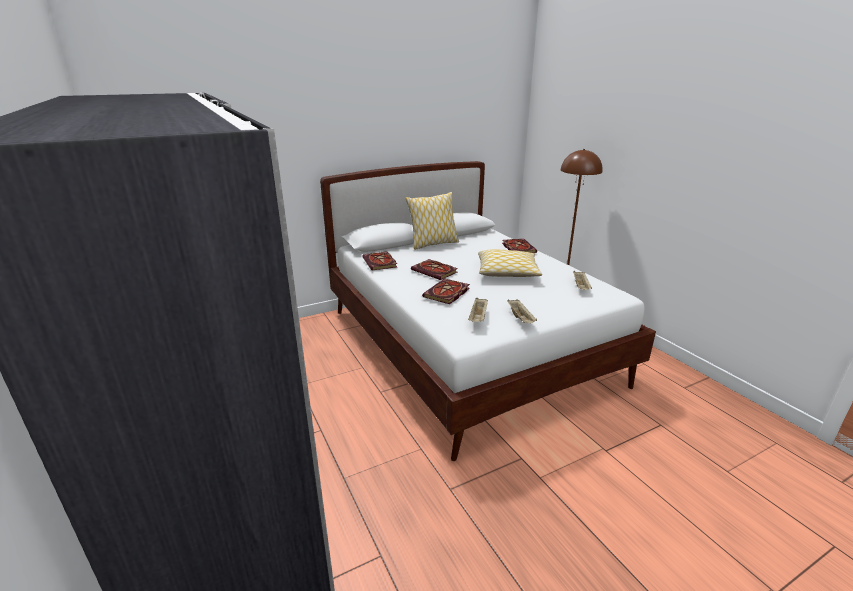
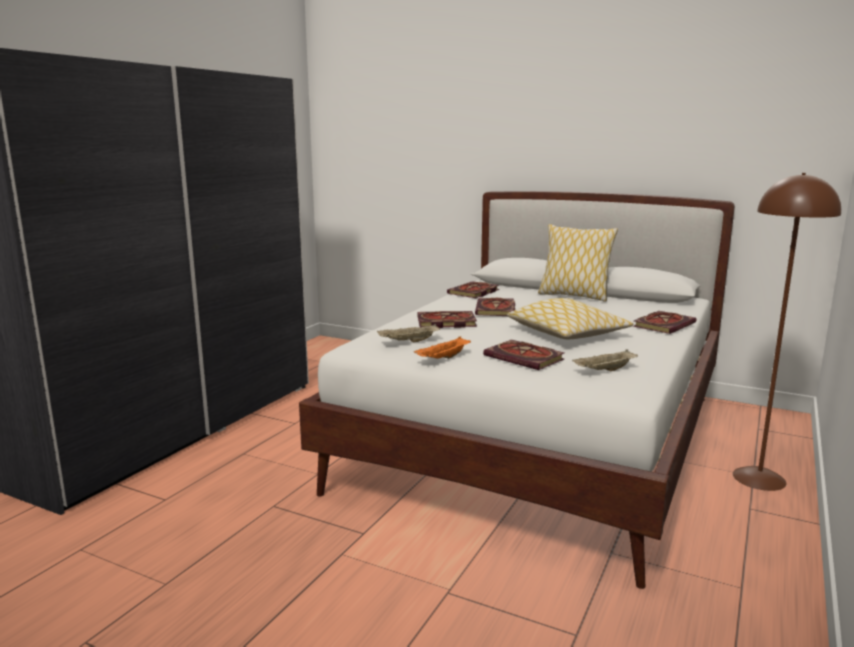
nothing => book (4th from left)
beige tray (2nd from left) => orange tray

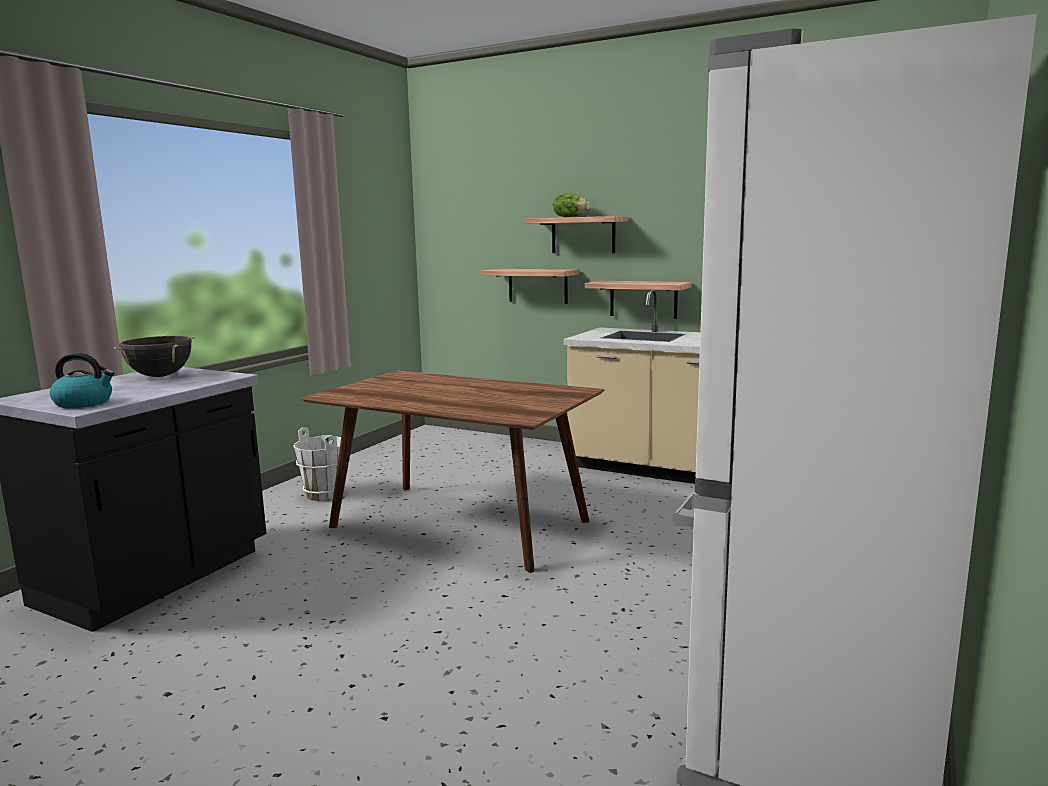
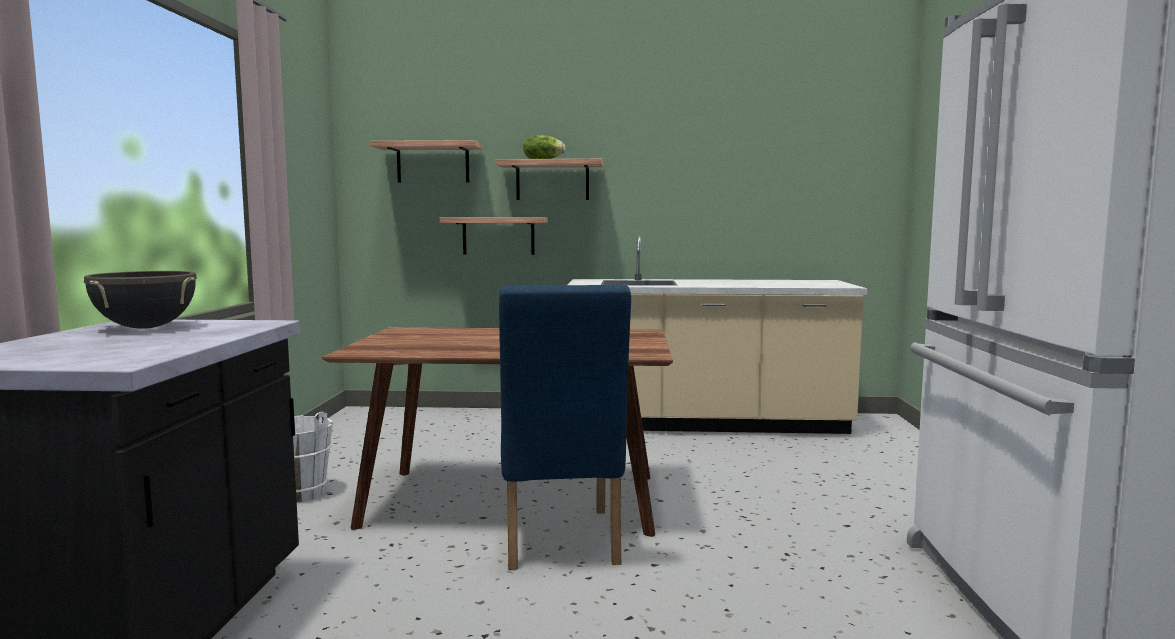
kettle => nothing
nothing => blue chair
shelf (3rd from left in the first image) => shelf (1st from left), moved

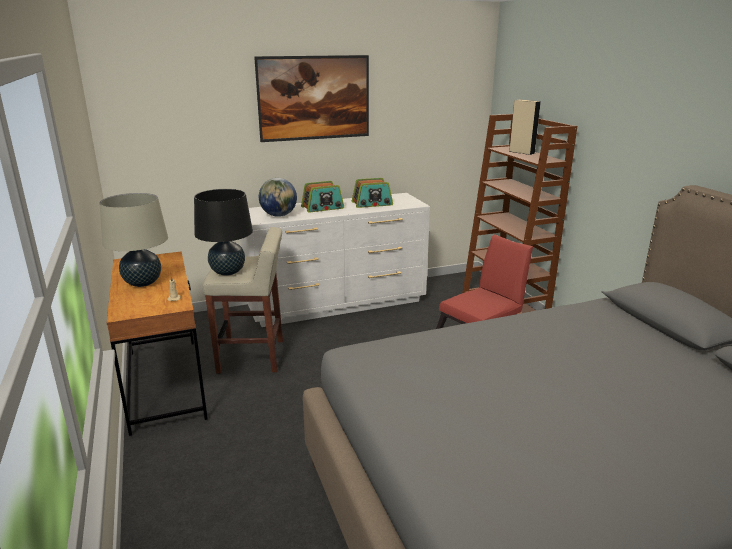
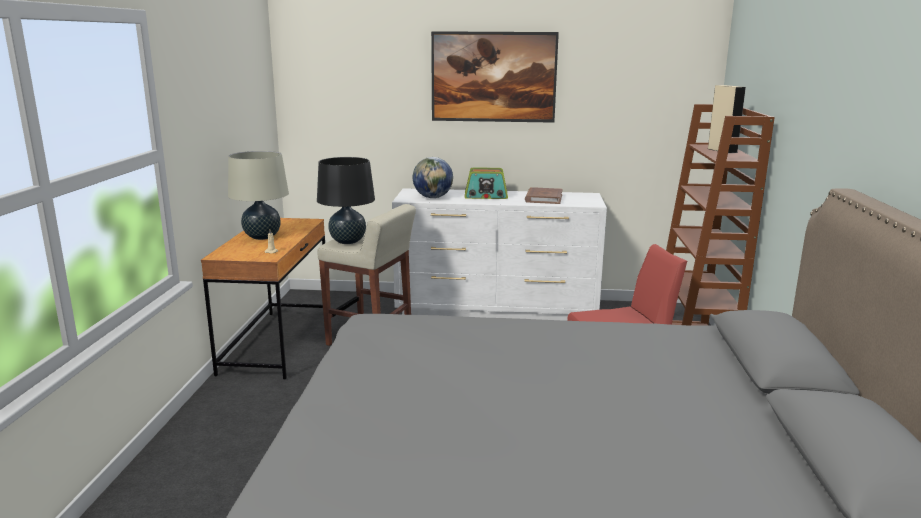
radio (2nd from left) => brown book

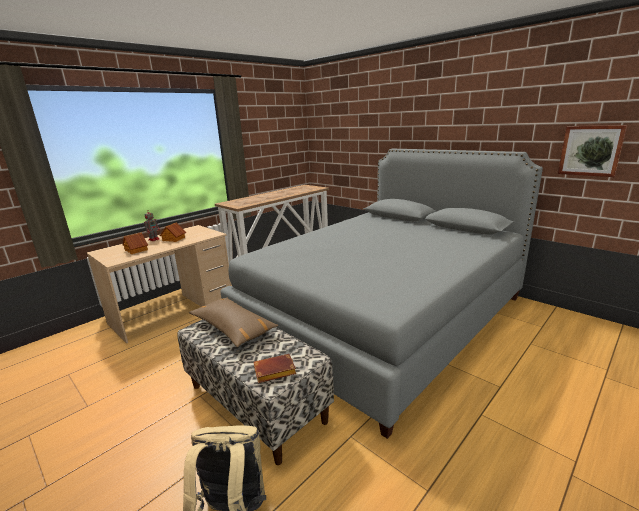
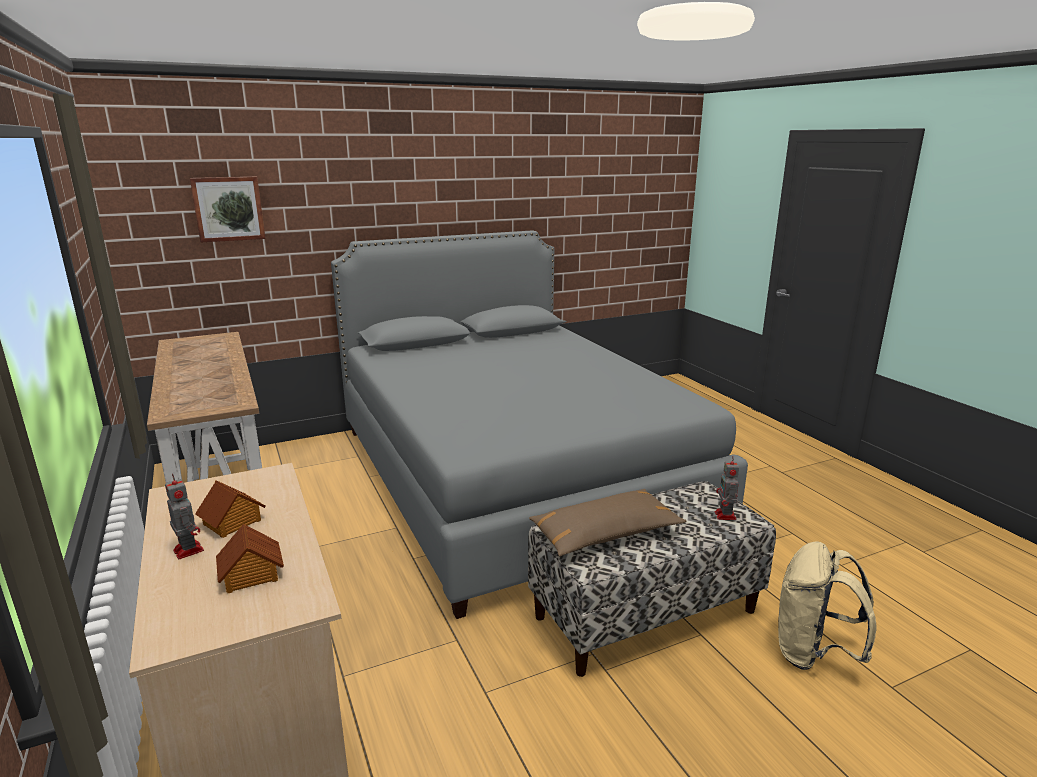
picture, moved
brown book => toy robot (2nd from left)

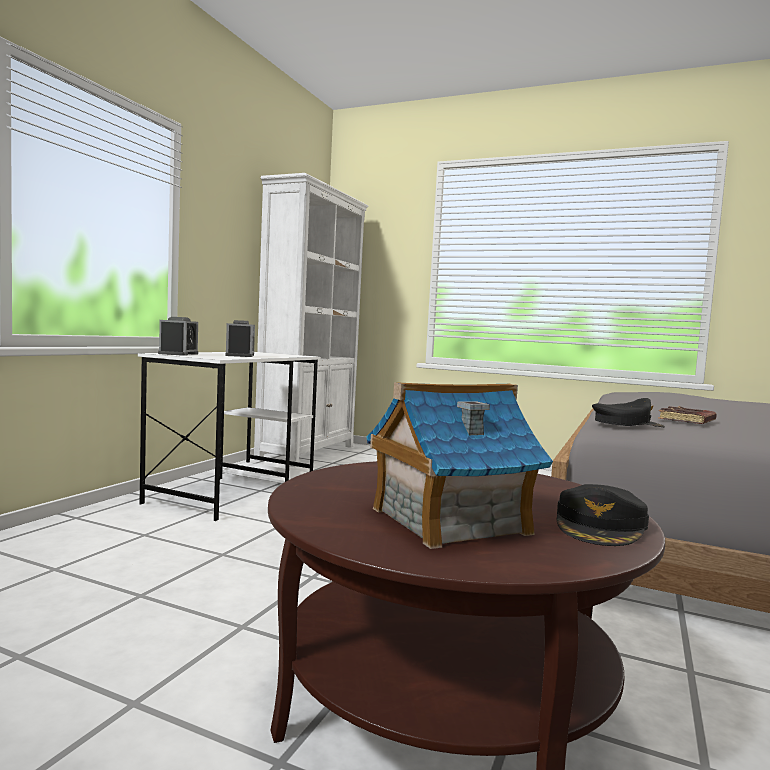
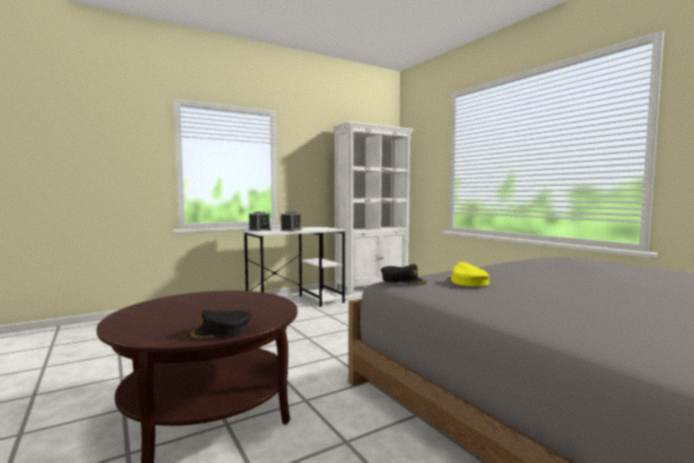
toy house => nothing
brown book => yellow cap

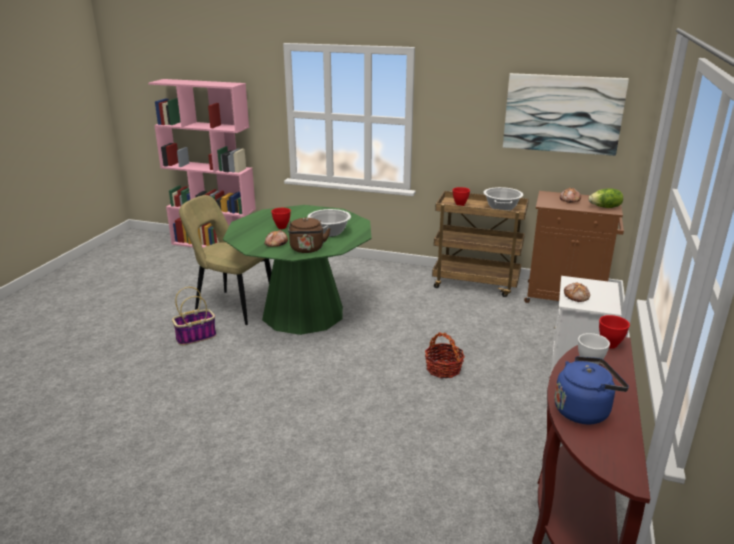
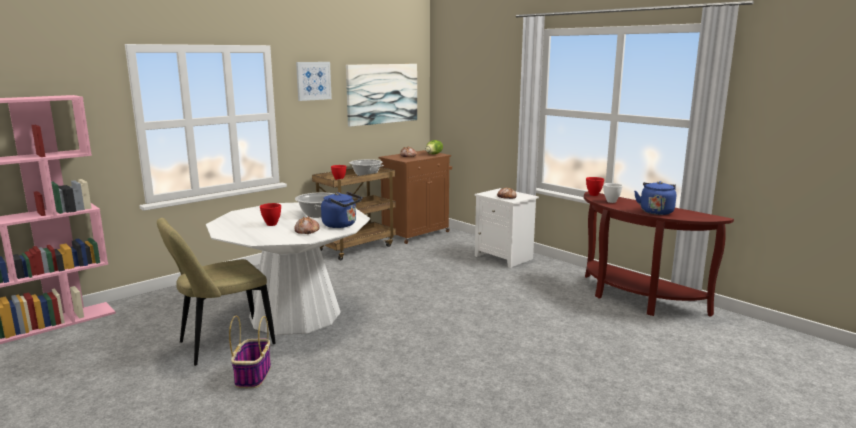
basket (2nd from left) => nothing
nothing => picture (1st from left)
green dining table => white dining table
brown kettle => blue kettle (1st from left)

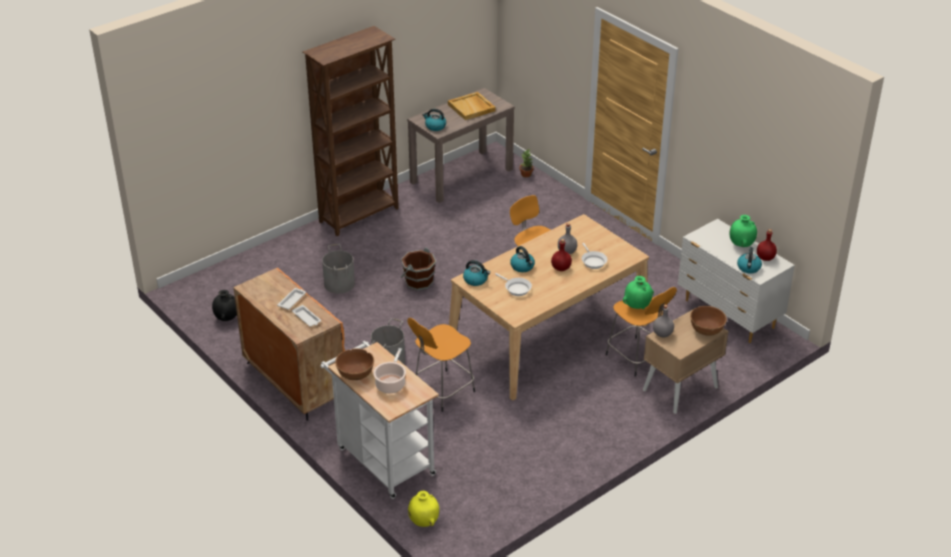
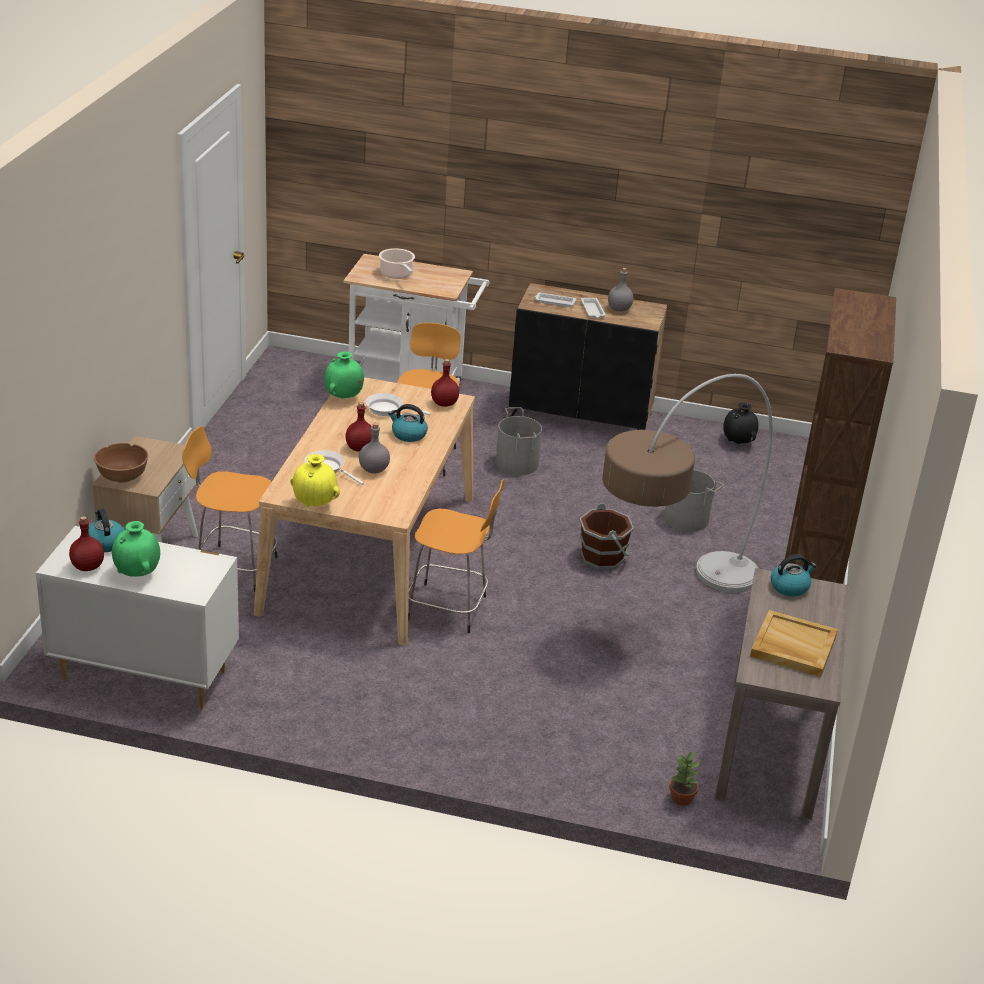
brown bowl (1st from left) => nothing
nothing => floor lamp
yellow vase, moved
green vase (1st from left in the first image) => green vase (2nd from left), moved
grey bottle (2nd from left), moved
kettle (2nd from left) => red bottle (3rd from left)
orange cabinet => black cabinet

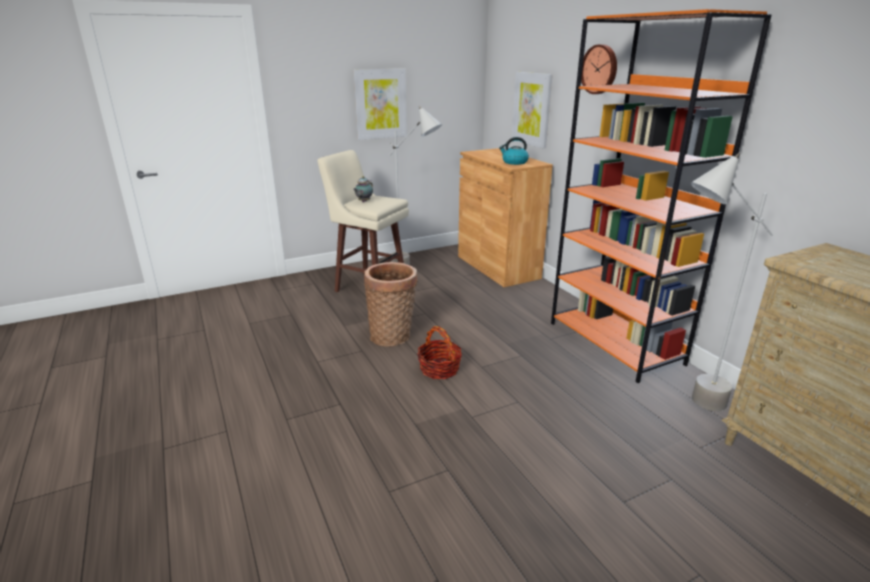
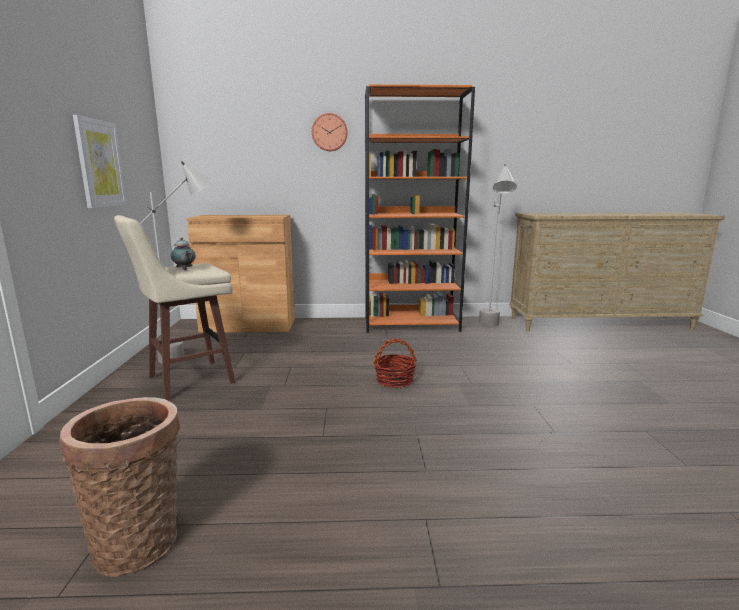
kettle => nothing
picture (2nd from left) => nothing
basket (1st from left), moved

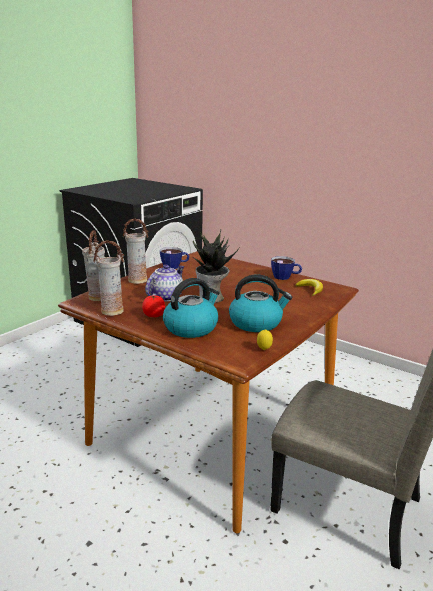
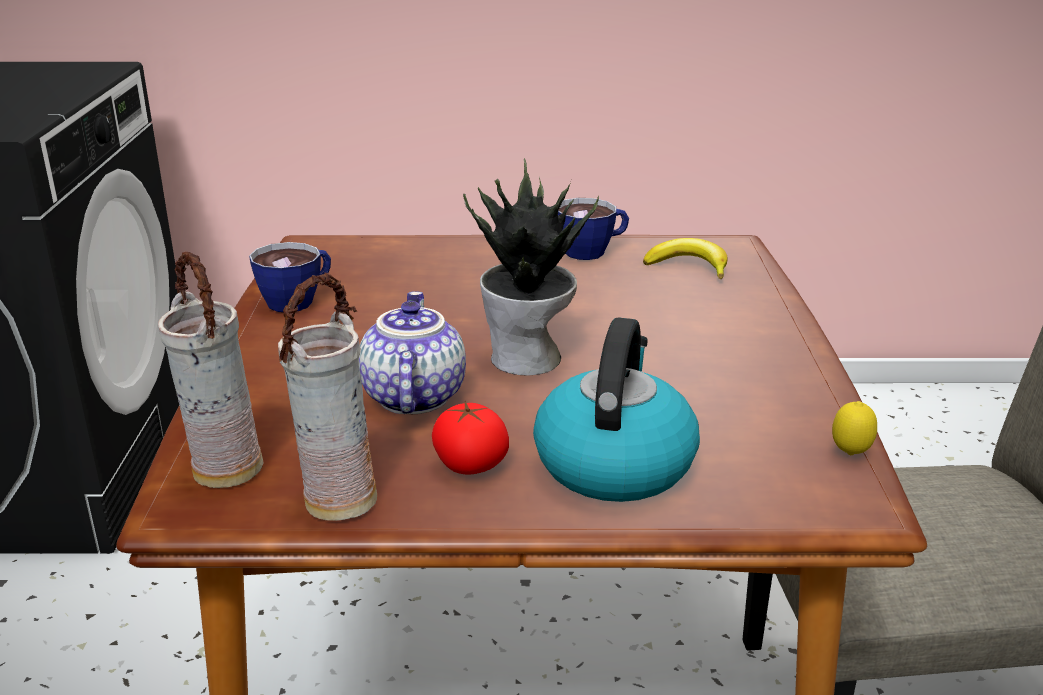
vase (3rd from left) => nothing
kettle (2nd from left) => nothing

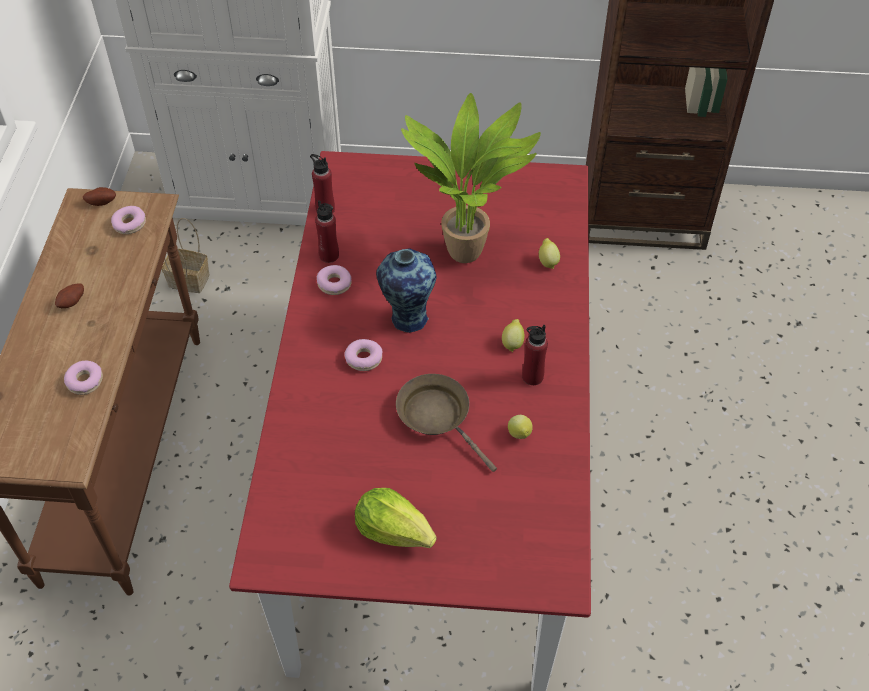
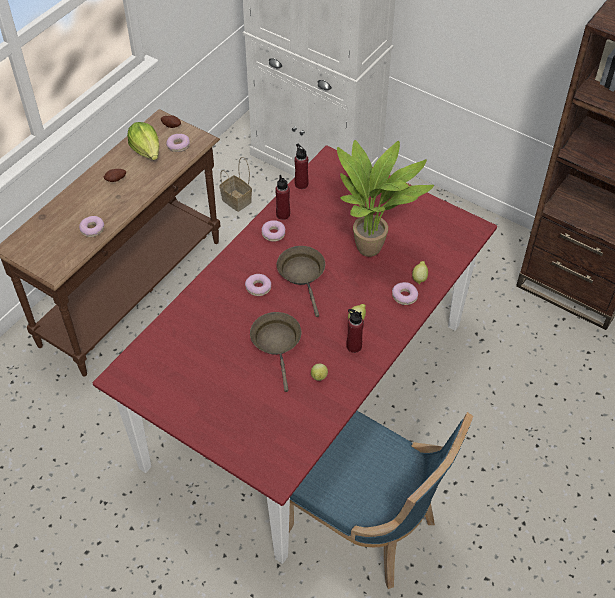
nothing => blue chair
nothing => donut (5th from left)
lettuce, moved
vase => brown frying pan (2nd from left)

